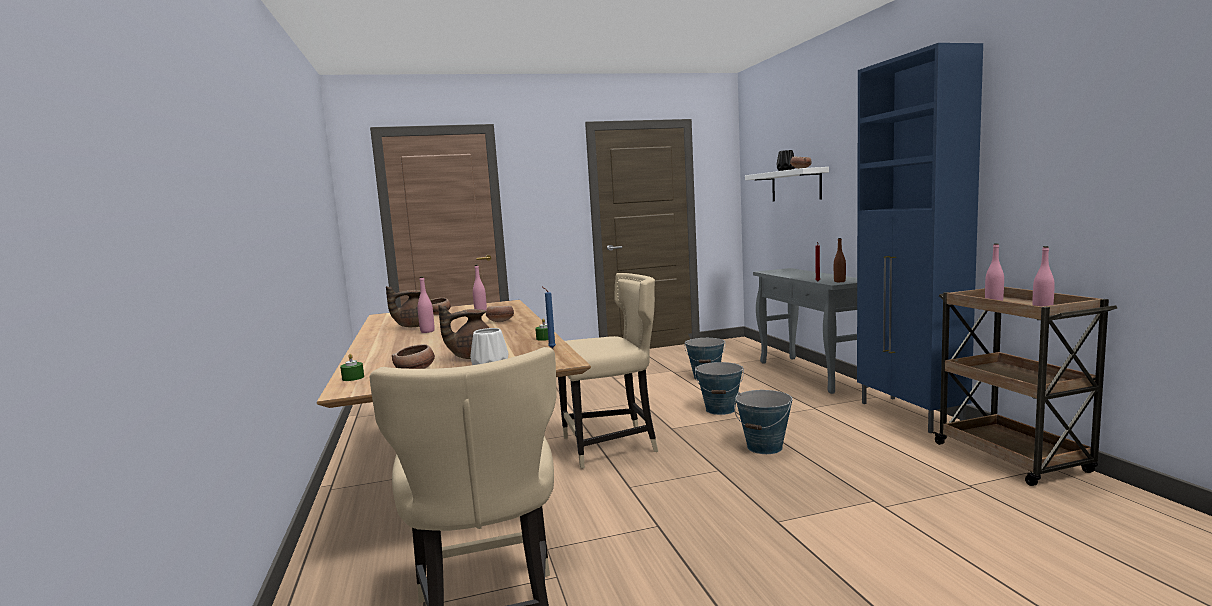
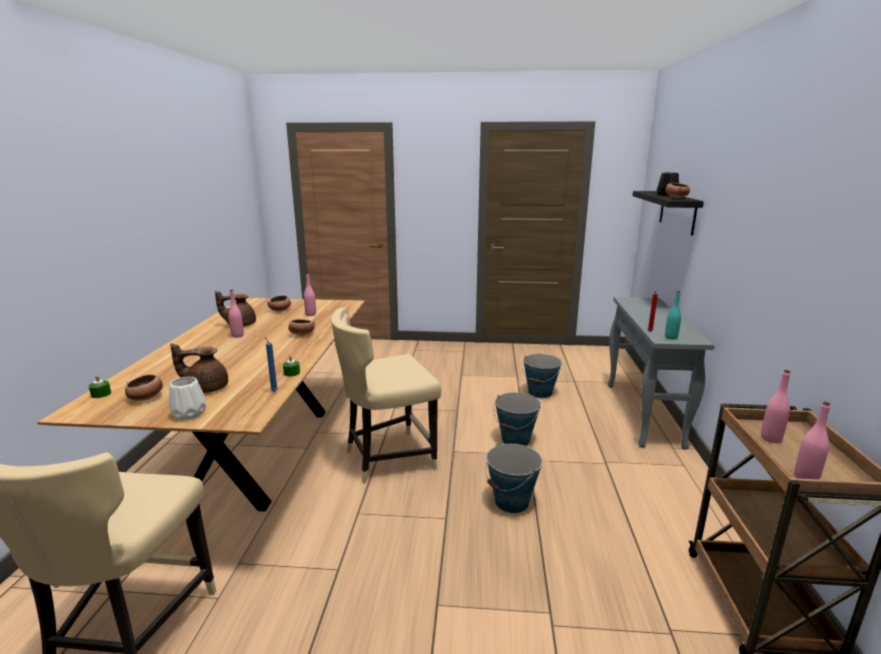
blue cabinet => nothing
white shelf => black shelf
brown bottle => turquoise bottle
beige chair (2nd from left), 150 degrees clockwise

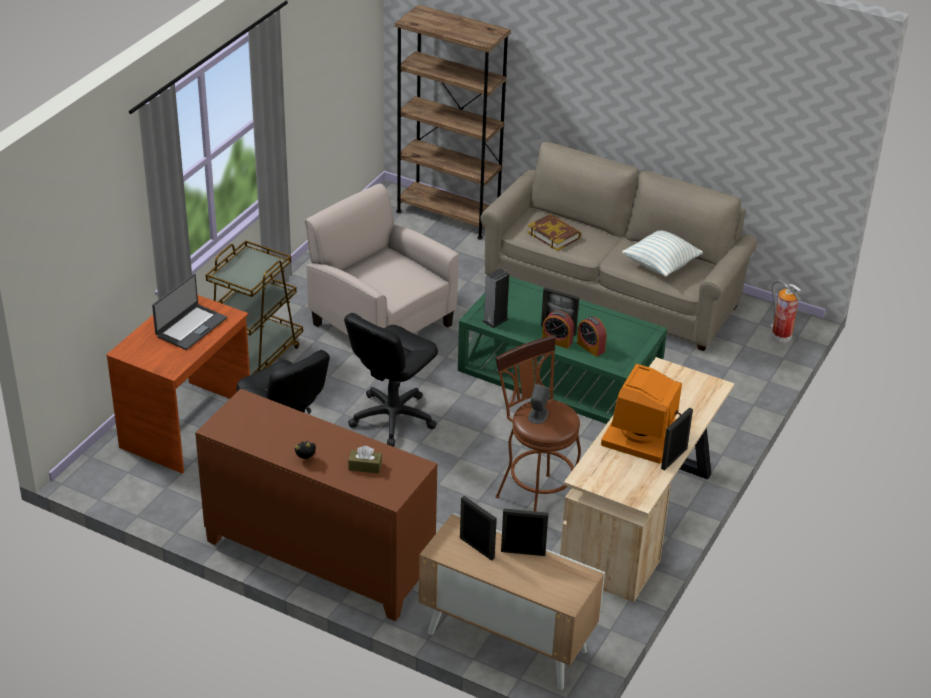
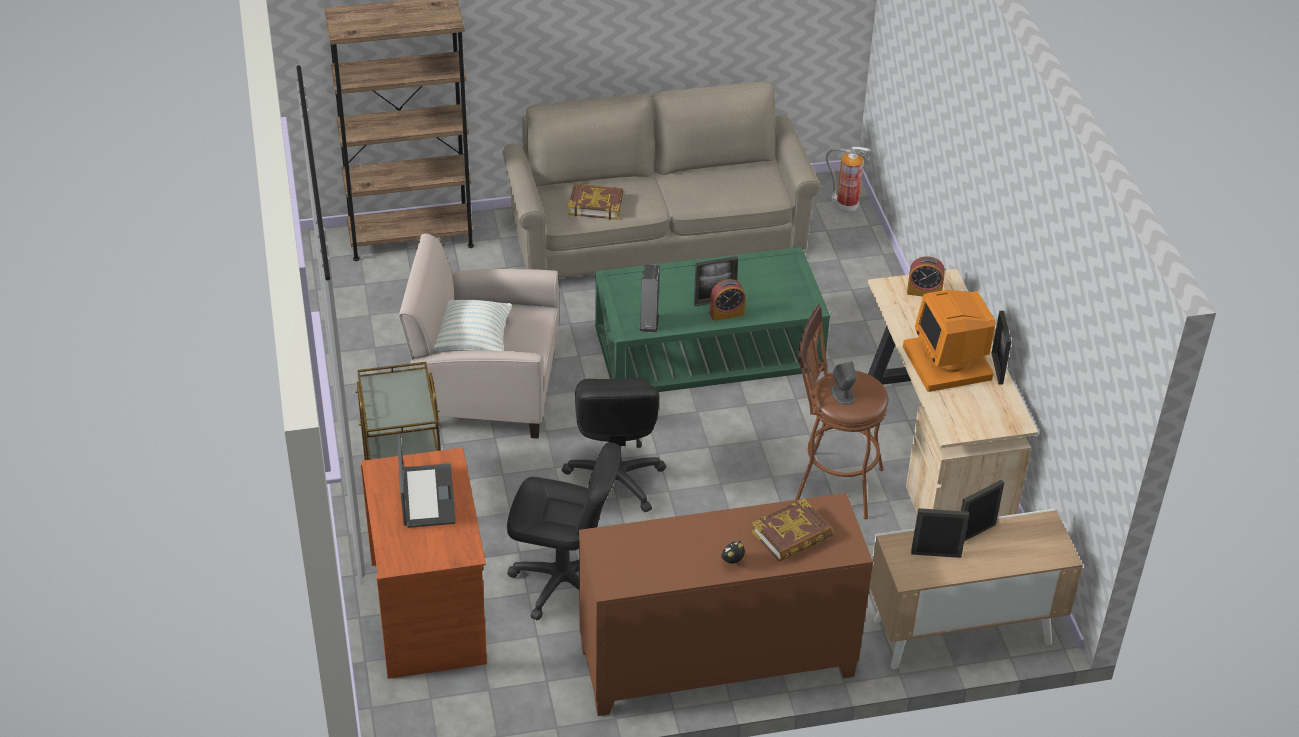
alarm clock (3rd from left), moved
pillow, moved
brown tissue box => book (2nd from left)

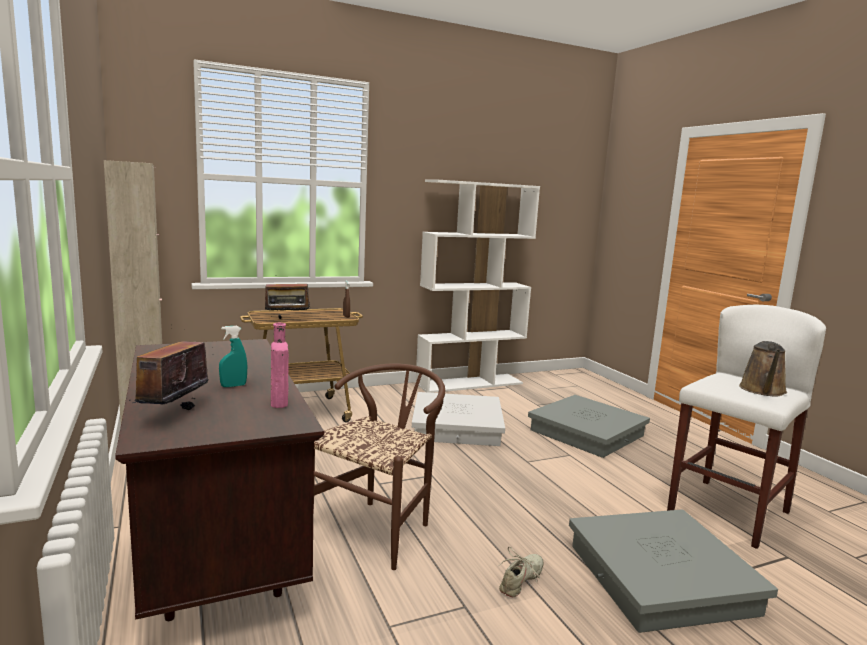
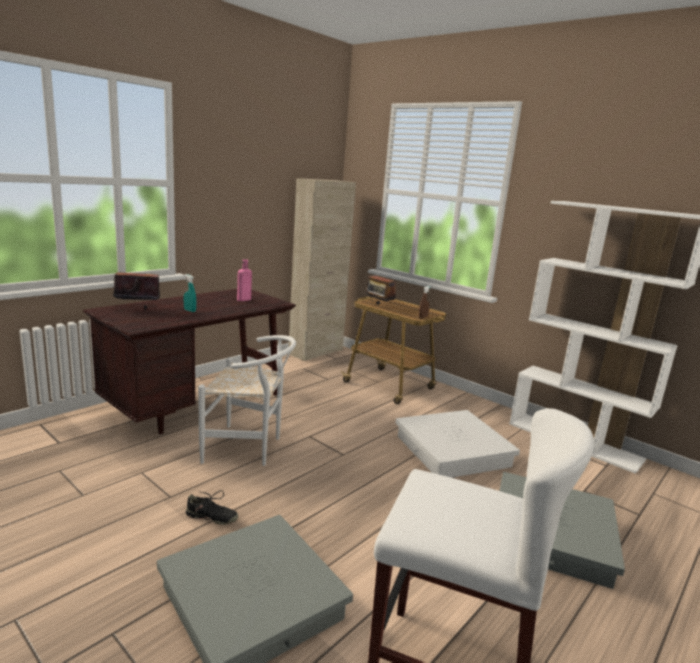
brown watering can => nothing
pink bottle, moved
brown chair => white chair
beige shoe => black shoe

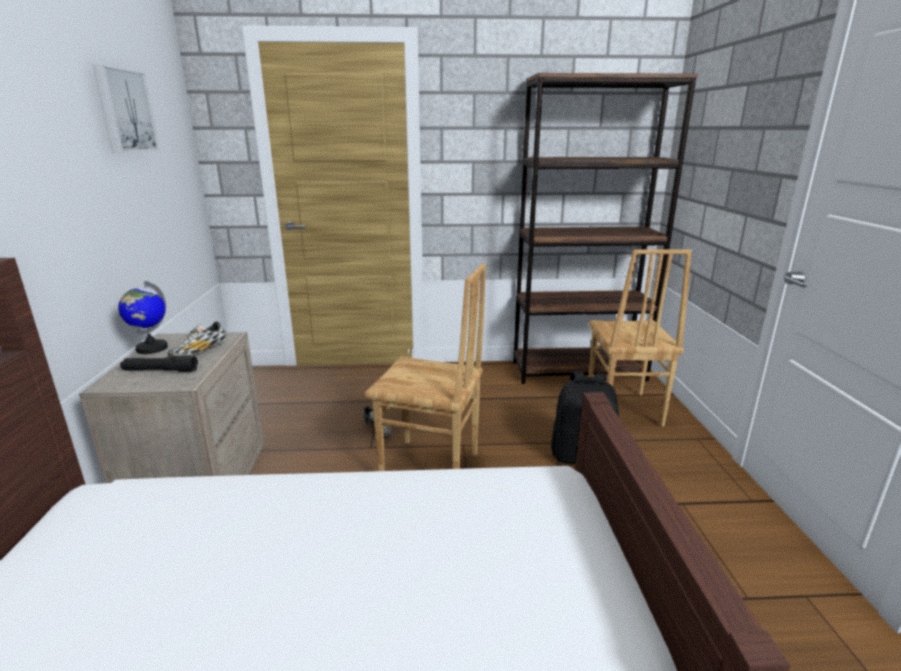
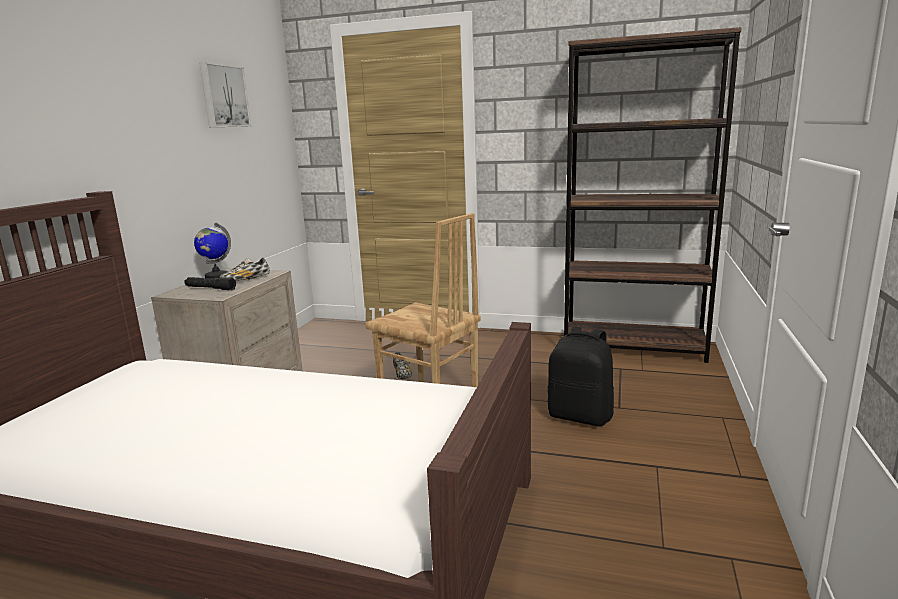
brown chair (2nd from left) => nothing

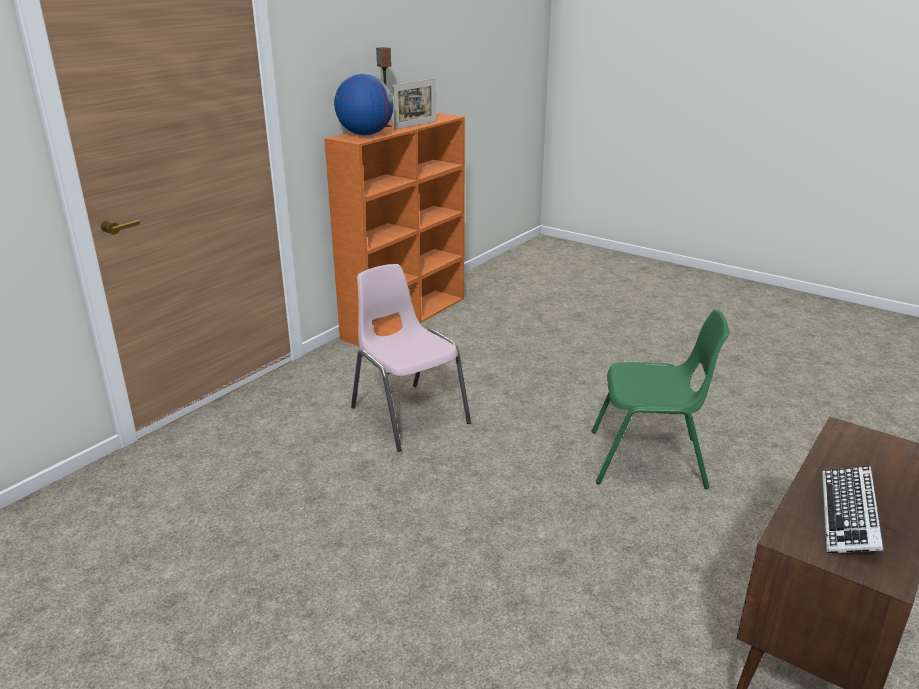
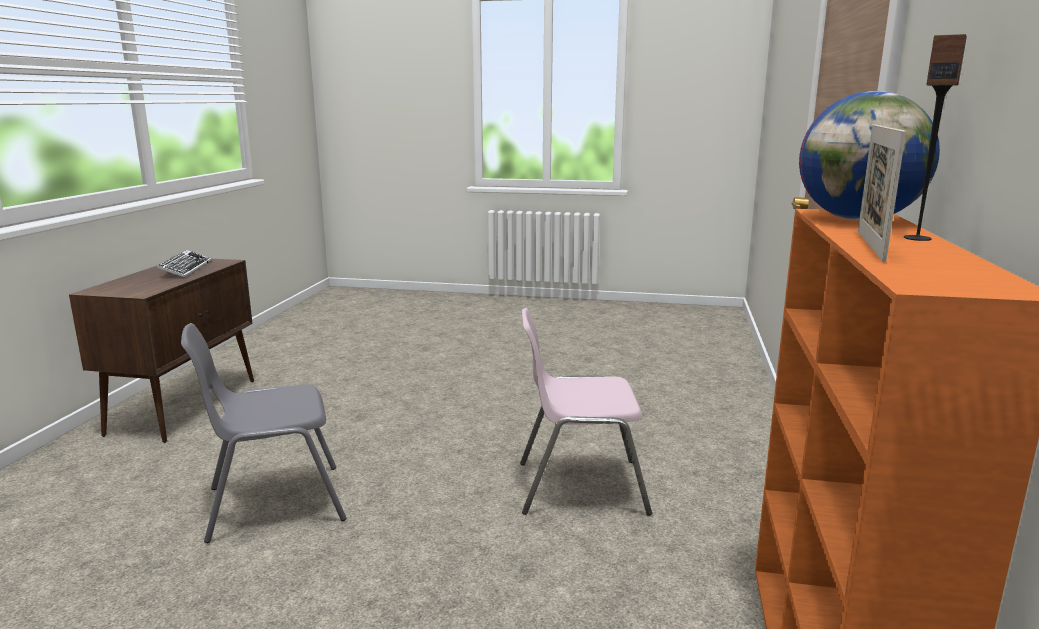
green chair => grey chair
pink chair, 150 degrees clockwise

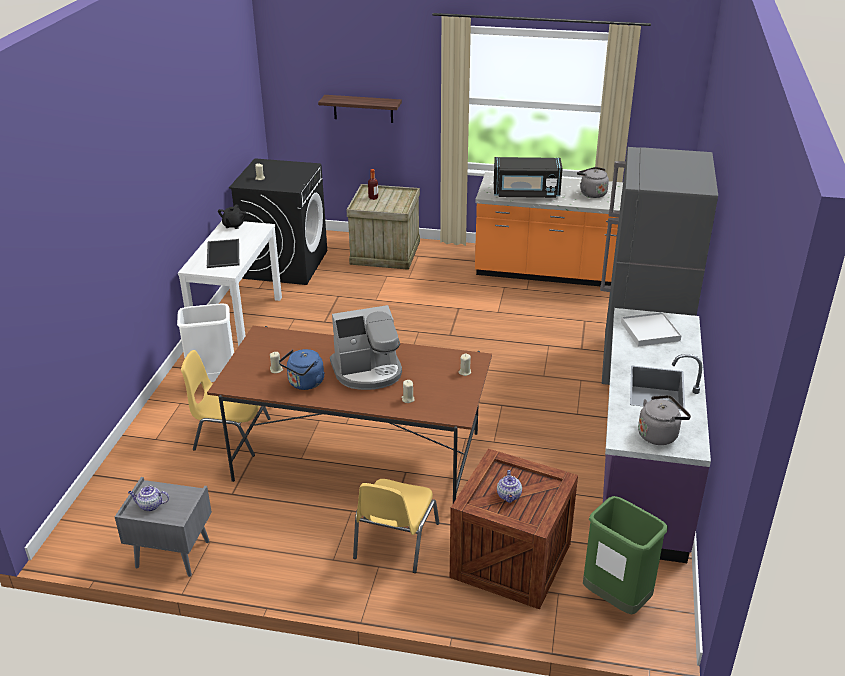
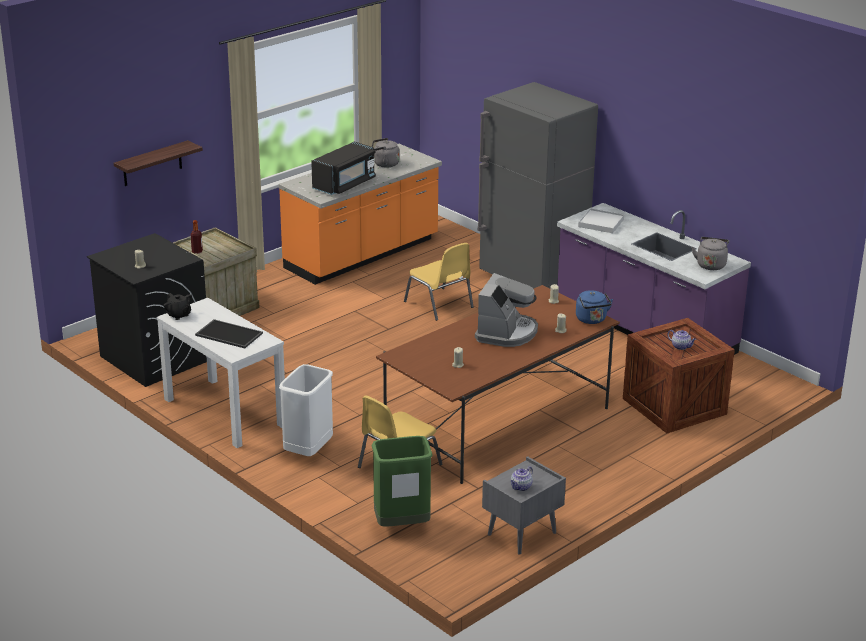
blue kettle, moved
yellow chair (2nd from left), moved
green trash can, moved

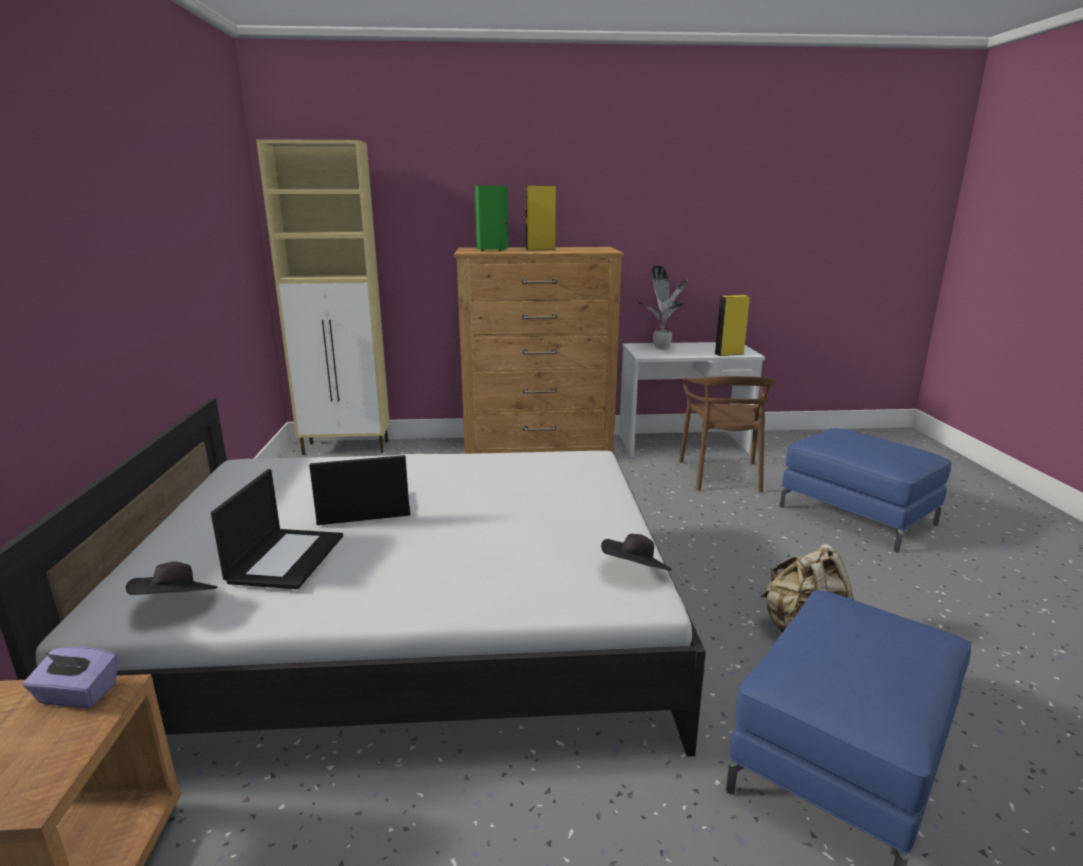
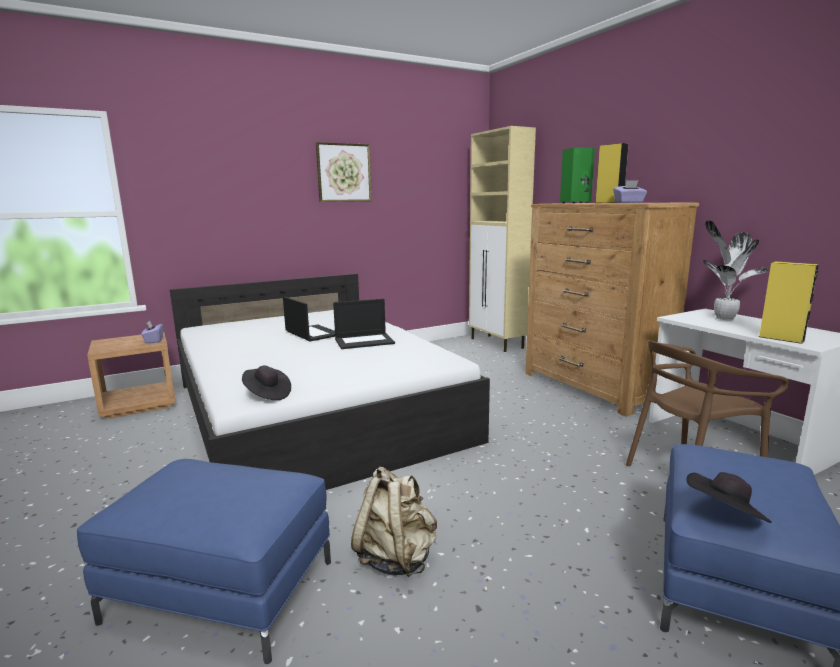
nothing => picture
nothing => purple tissue box (2nd from left)
black hat (1st from left in the first image) => black hat (2nd from left), moved
laptop (1st from left in the first image) => laptop (2nd from left), moved

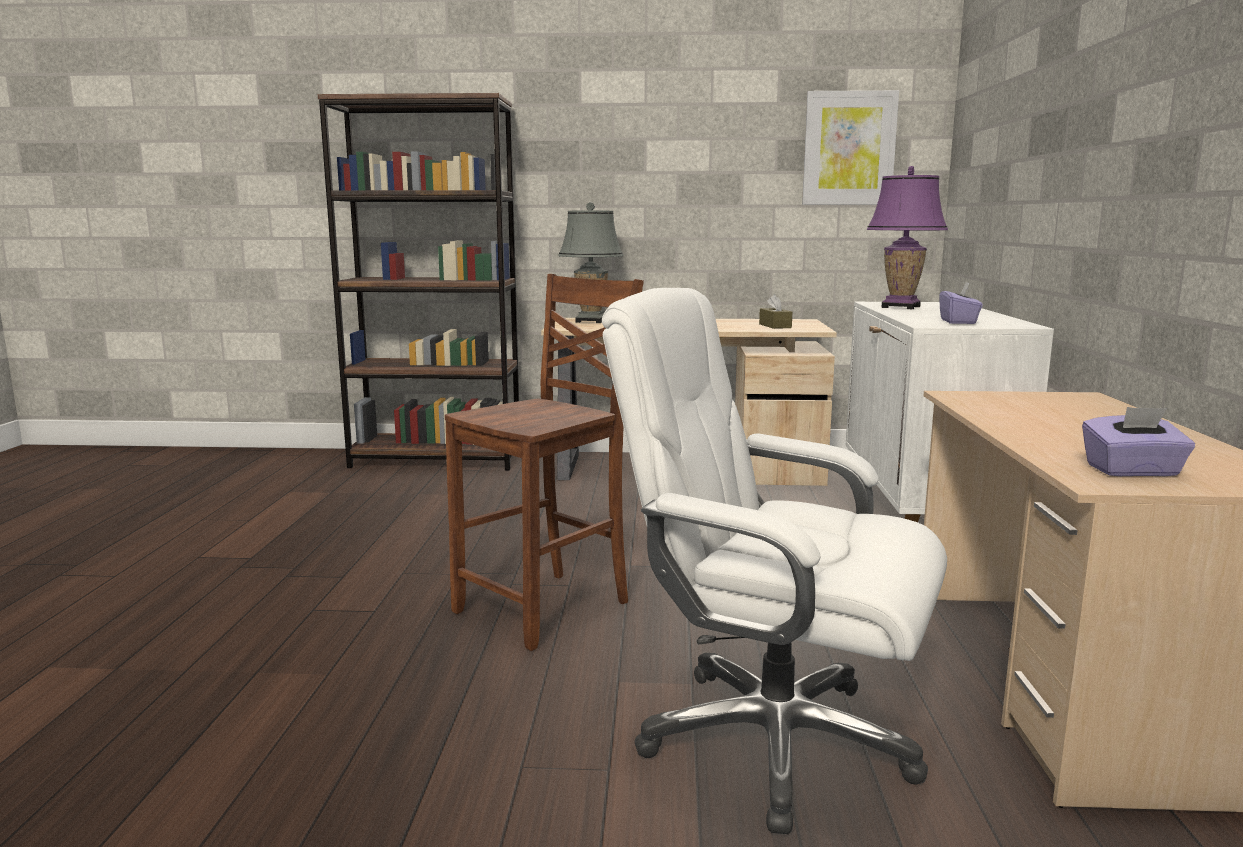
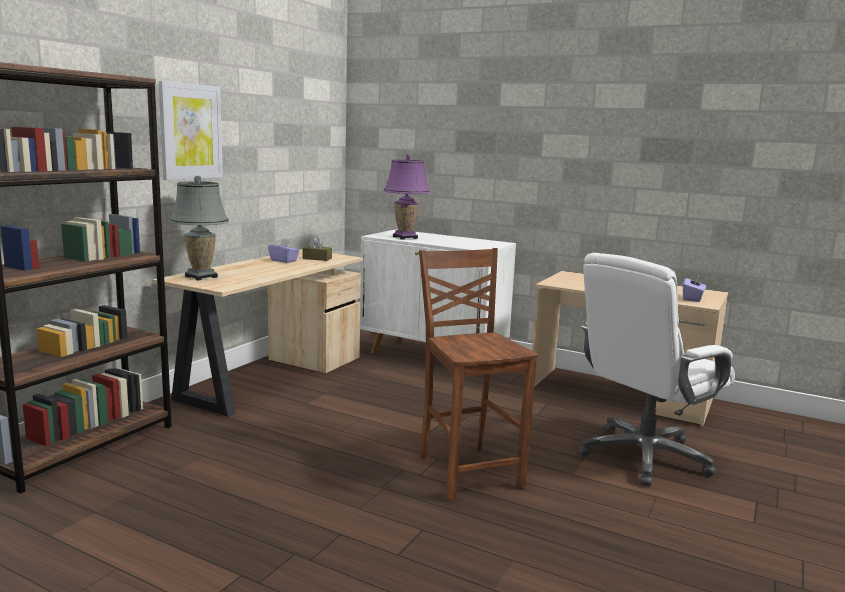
picture, moved
purple tissue box (1st from left), moved

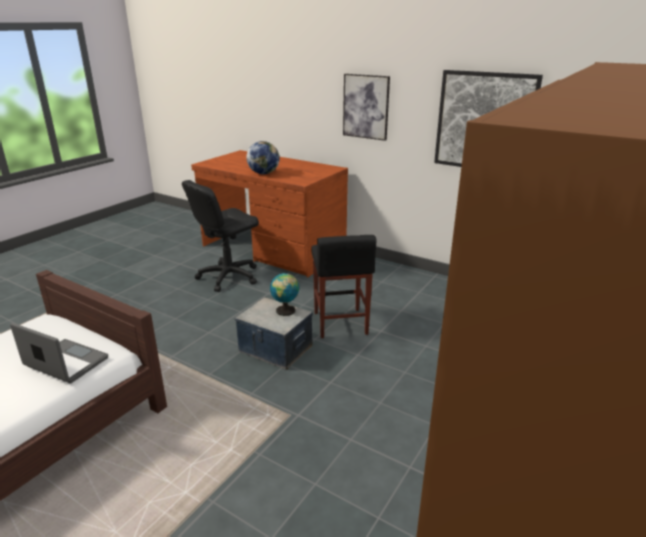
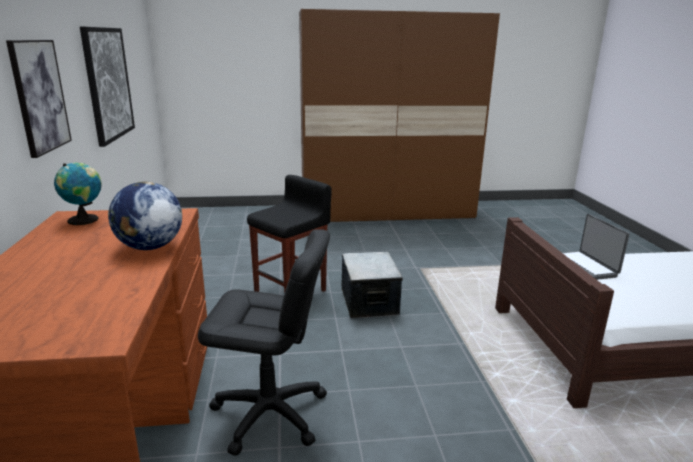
globe (2nd from left in the first image) => globe (1st from left), moved

